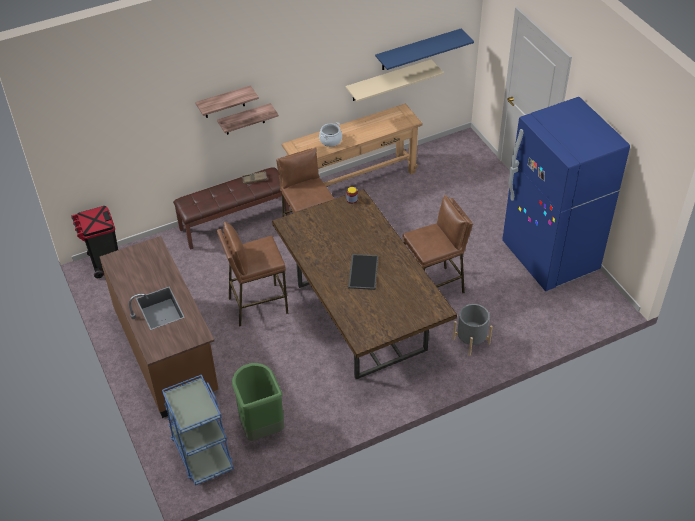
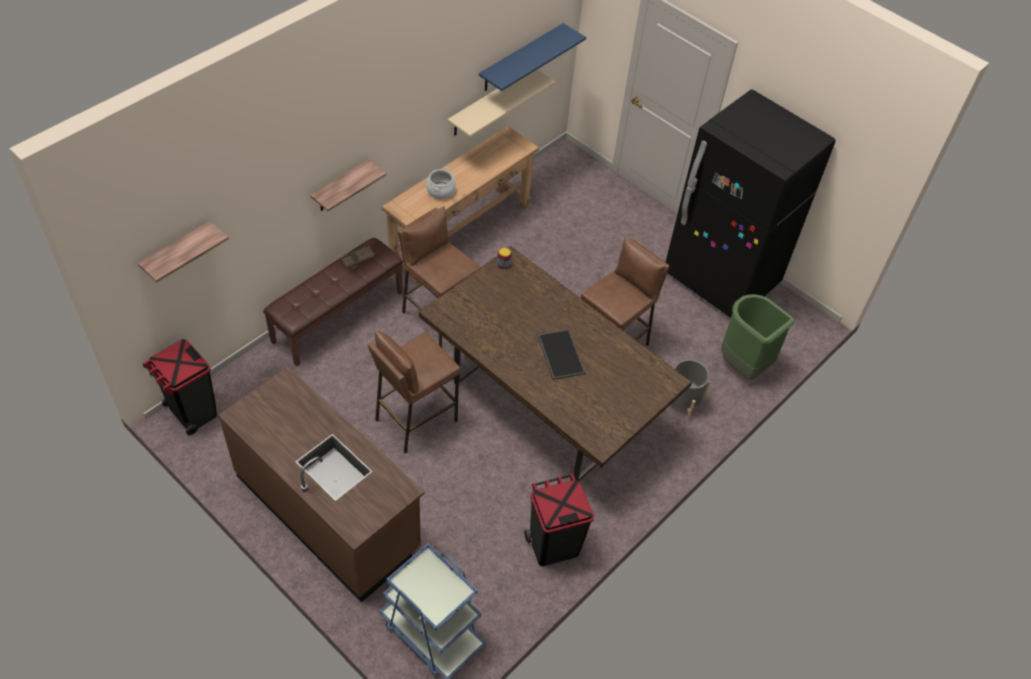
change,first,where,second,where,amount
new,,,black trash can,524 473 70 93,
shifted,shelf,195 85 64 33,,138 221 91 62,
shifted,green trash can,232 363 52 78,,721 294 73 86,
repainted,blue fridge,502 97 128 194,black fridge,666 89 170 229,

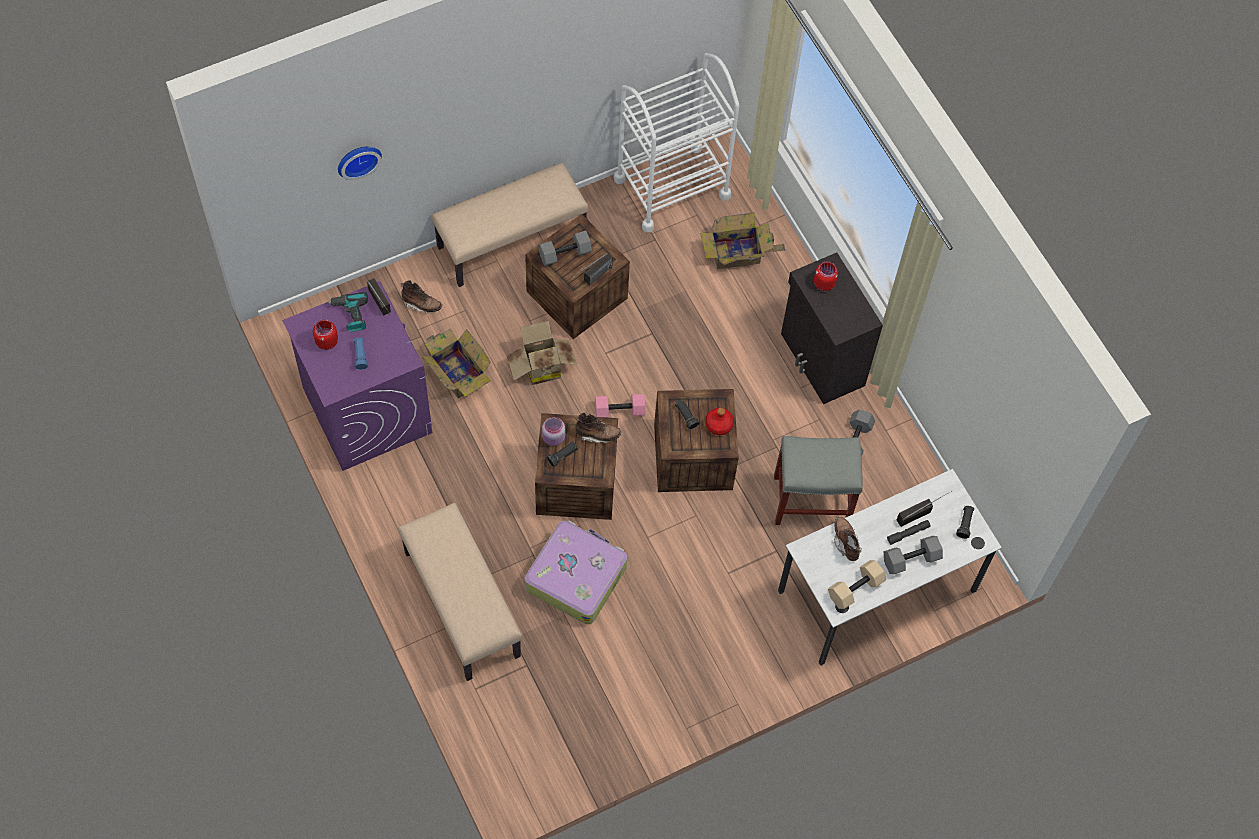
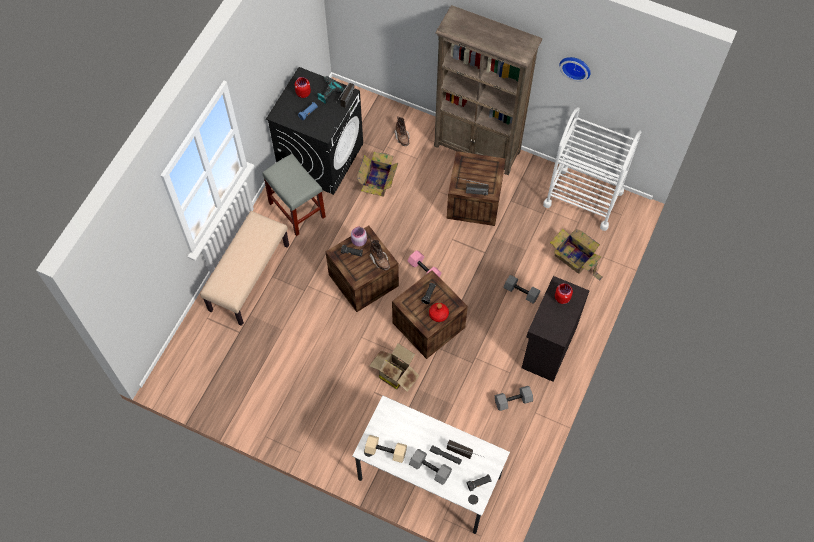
change,first,where,second,where,amount
gone,suitcase,525 520 102 104,,,
gone,brown boot,834 517 28 44,,,
shifted,wall clock,338 147 44 33,,559 57 31 25,
shifted,cardboard box,507 321 70 64,,369 343 50 49,
shifted,grey dumbbell,538 230 54 36,,503 275 37 29,
shifted,grey stool,774 436 88 89,,262 154 64 82,
swapped,beige bench,432 163 157 124,brown bookcase,434 5 108 170,
repainted,purple washing machine,282 281 150 190,black washing machine,266 67 97 128,

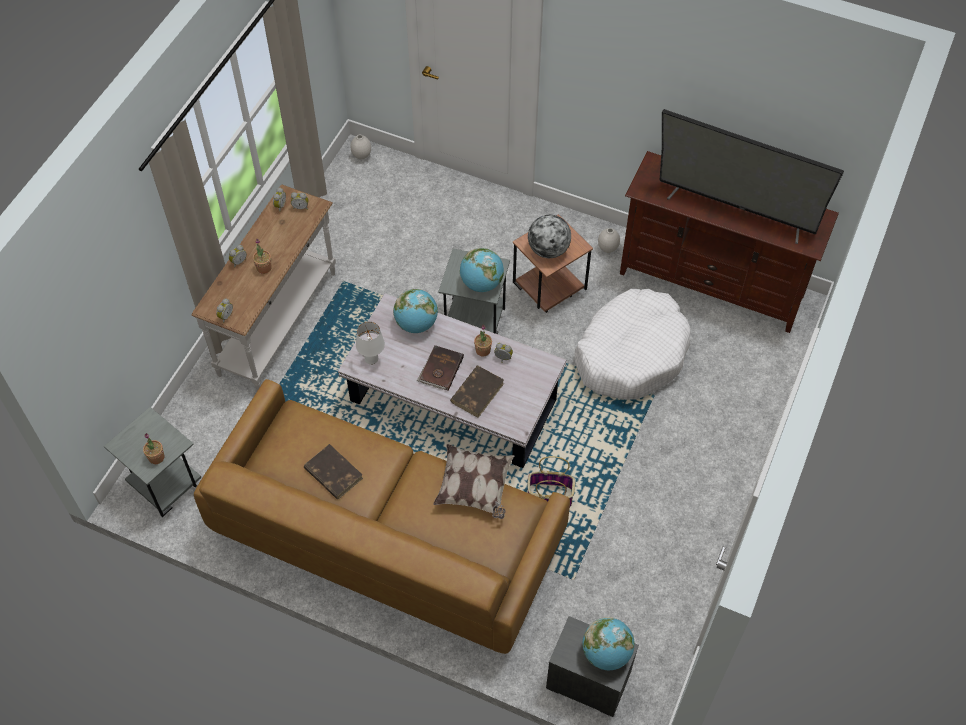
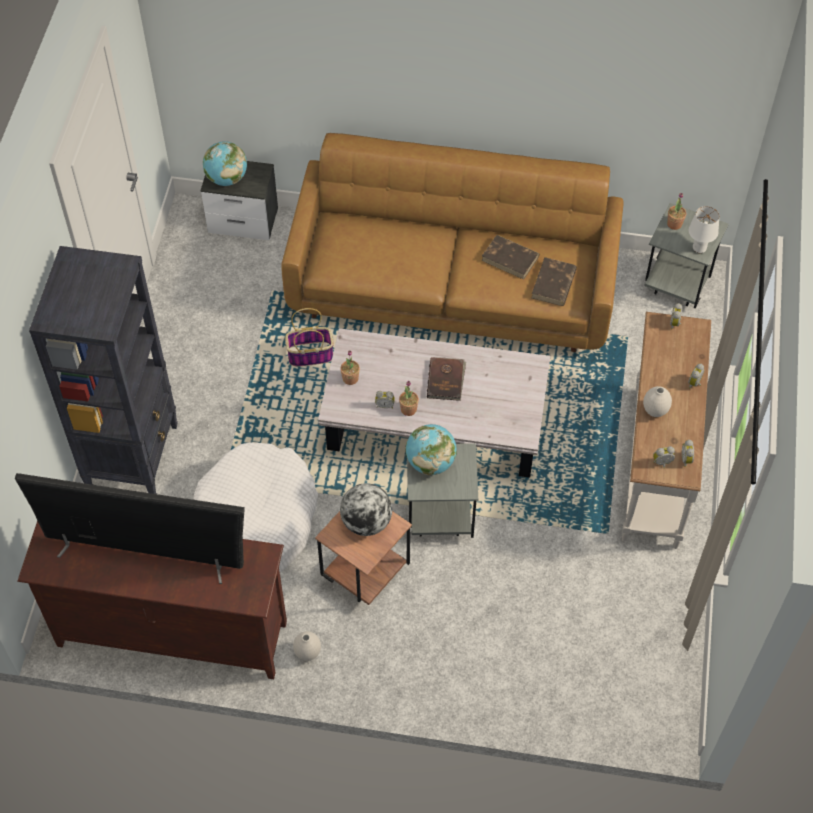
change,first,where,second,where,amount
gone,globe,393 289 45 44,,,
gone,pillow,433 444 82 75,,,
new,,,black bookcase,29 246 149 248,
shifted,potted plant,253 238 19 36,,340 350 20 35,
shifted,white vase,350 134 21 25,,643 386 29 31,
shifted,white table lamp,356 321 29 44,,689 206 30 47,
shifted,brown book,450 366 54 52,,531 257 46 49,

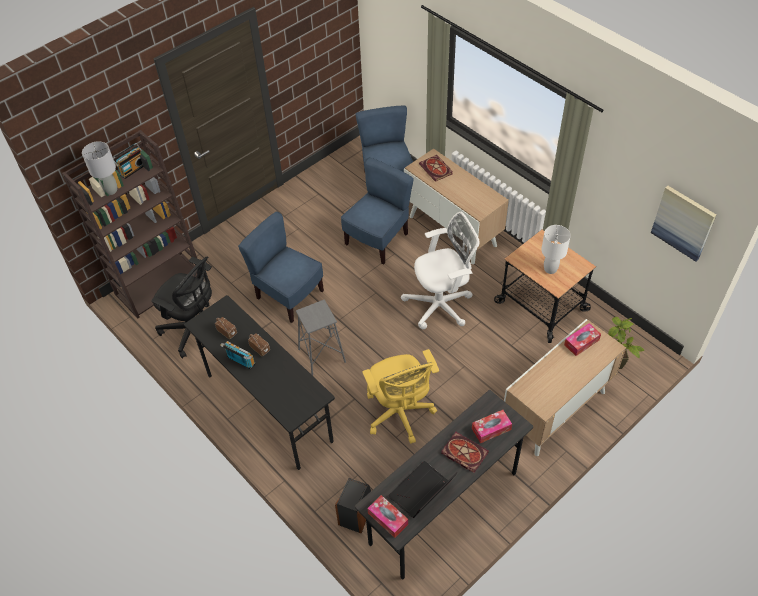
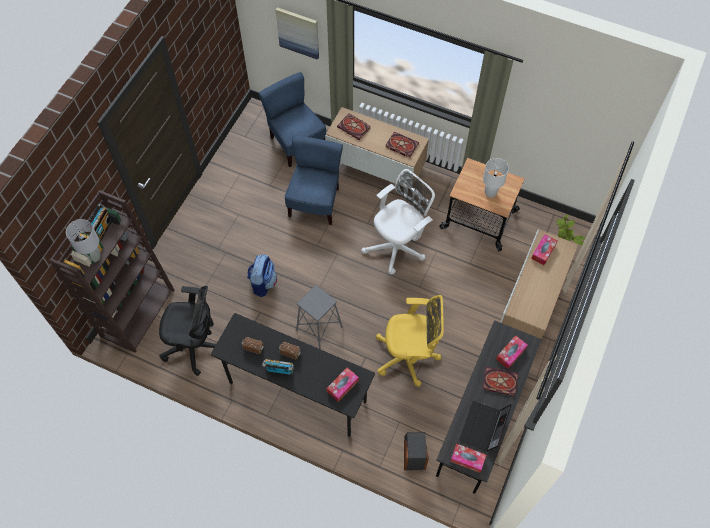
change,first,where,second,where,amount
new,,,tissue box,327 368 32 34,
new,,,book,385 132 34 26,
shifted,picture,651 186 65 76,,276 7 43 53,
swapped,blue chair,238 212 86 111,backpack,247 254 30 43,
rotated,yellow office chair,362 349 77 95,,376 295 68 92,45 degrees counterclockwise

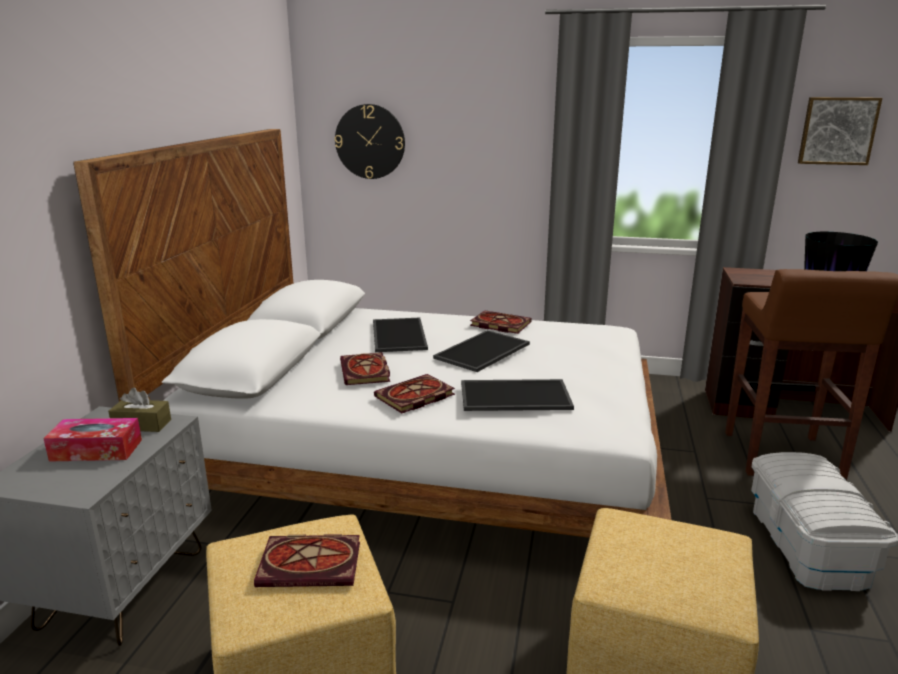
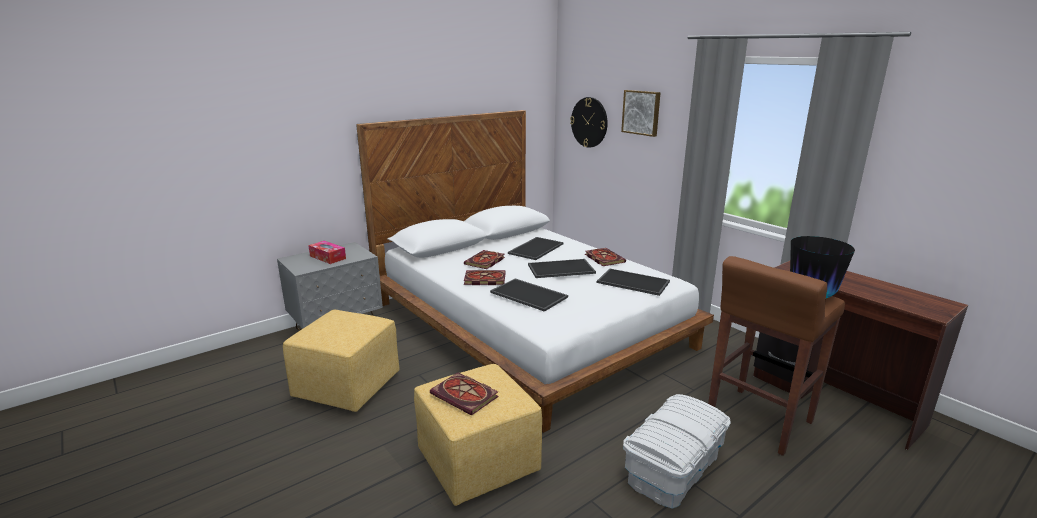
change,first,where,second,where,amount
gone,brown tissue box,108 388 63 44,,,
new,,,tray,597 268 73 28,
shifted,book,254 534 106 53,,430 372 69 44,
shifted,picture,798 97 84 68,,621 90 40 47,

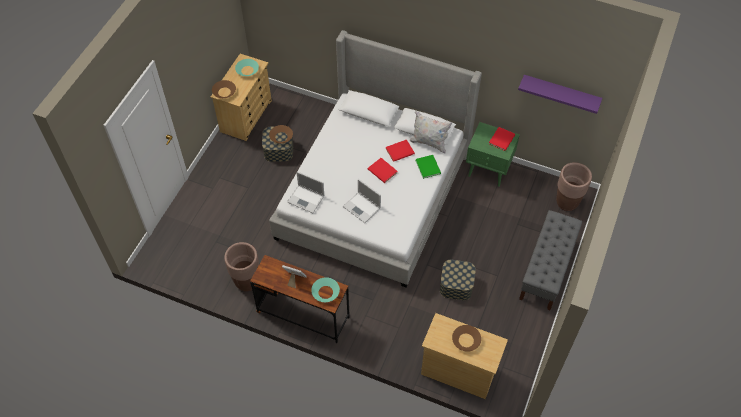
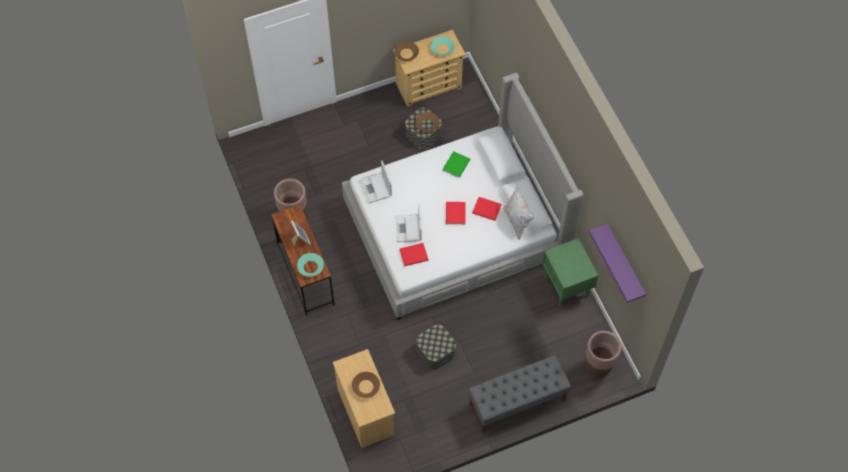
change,first,where,second,where,amount
shifted,green book,415 155 26 24,,443 151 27 27,
shifted,red book,489 127 26 24,,399 243 30 23,

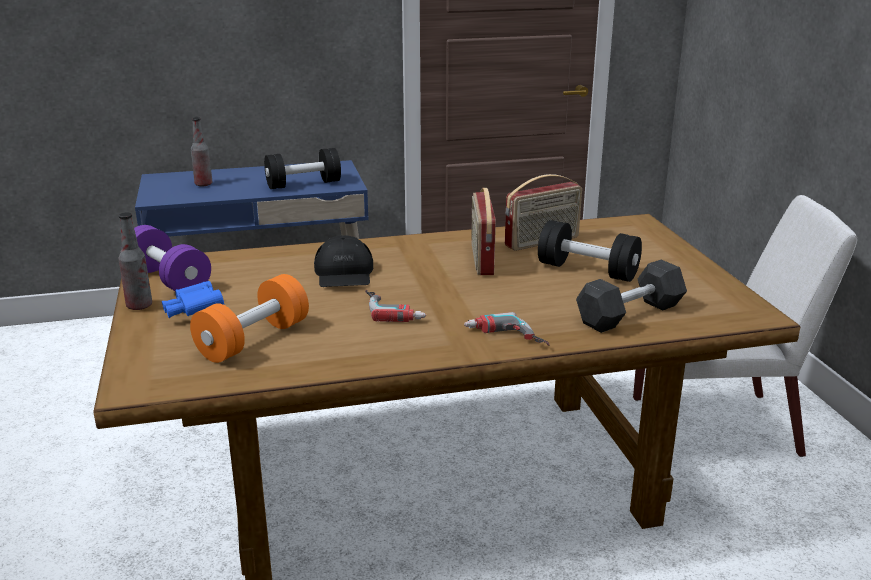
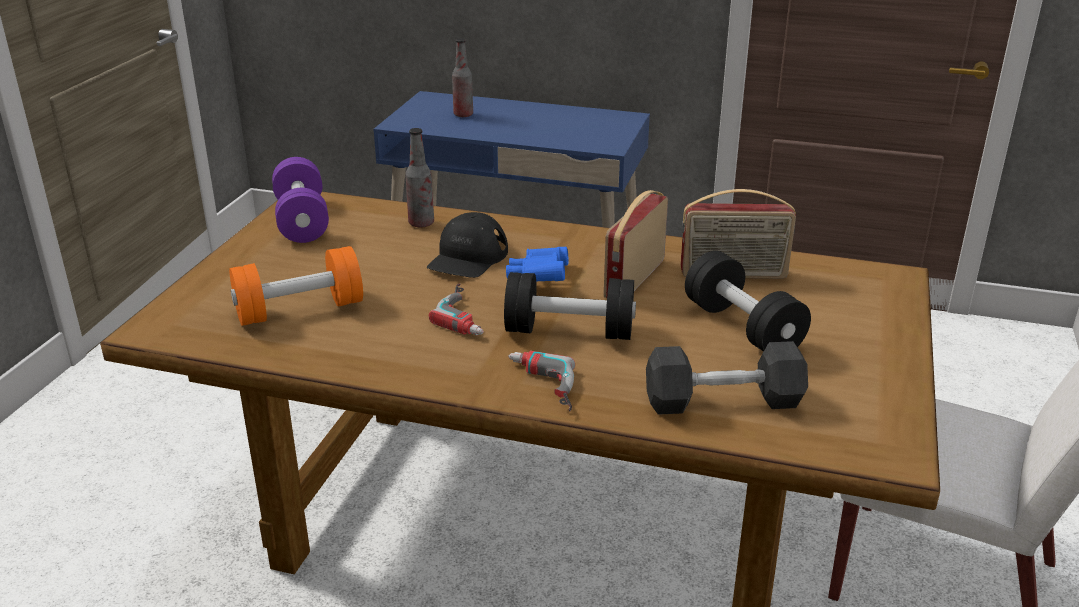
change,first,where,second,where,amount
shifted,bottle,118 213 34 97,,405 128 29 100,
shifted,blue binoculars,162 281 62 37,,506 247 62 34,
shifted,black dumbbell,264 148 77 41,,504 272 132 68,

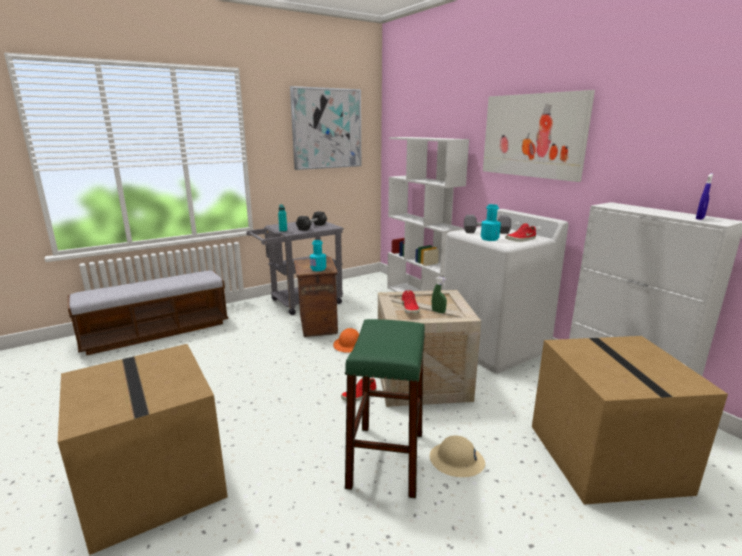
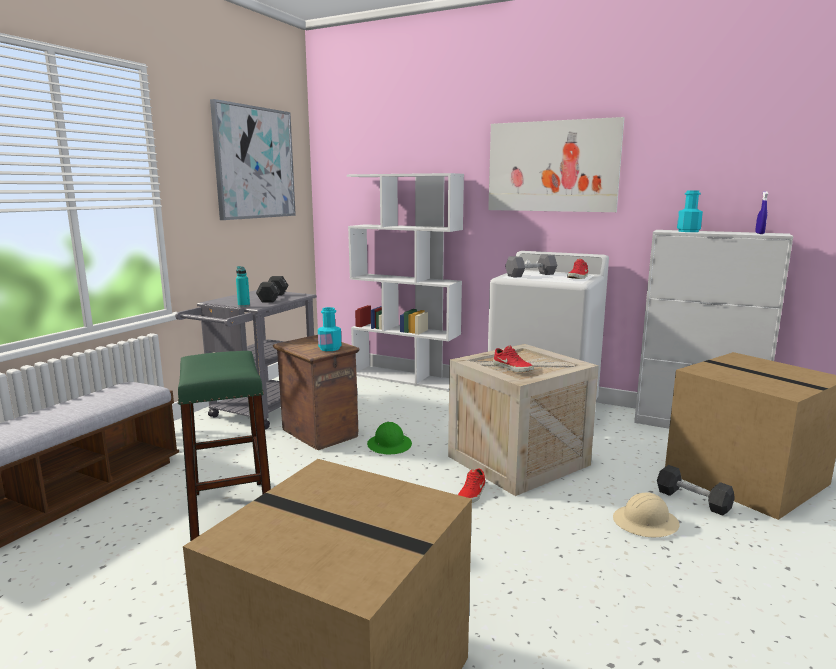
change,first,where,second,where,amount
gone,green spray bottle,432 277 15 36,,,
new,,,black dumbbell,657 465 78 51,
shifted,green stool,345 319 80 179,,178 351 93 190,
shifted,turquoise bottle,481 204 20 37,,677 190 26 42,
repainted,orange hard hat,333 328 26 25,green hard hat,367 422 45 32,

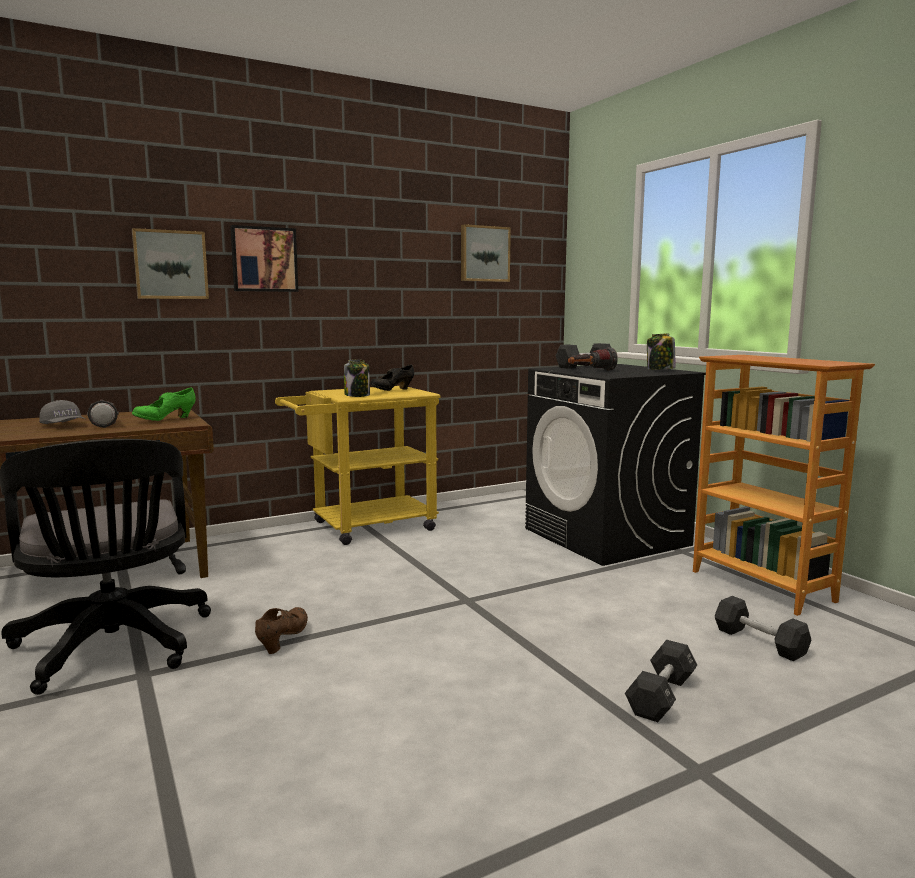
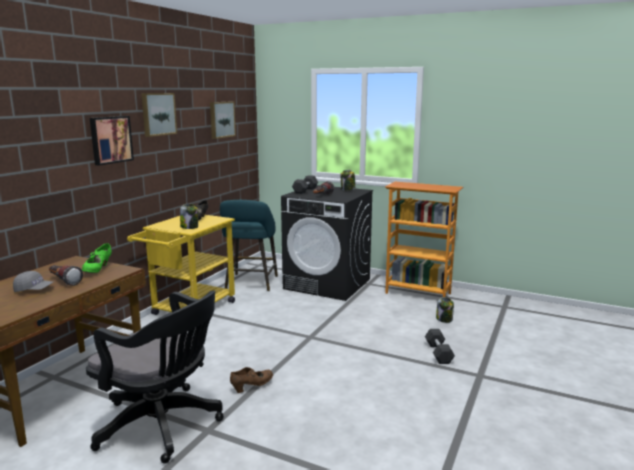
change,first,where,second,where,amount
new,,,turquoise stool,220 200 58 91,
shifted,picture,132 228 77 71,,141 93 36 44,
swapped,black dumbbell,715 596 97 65,jar,436 297 18 26,
rotated,brown shoe,255 607 53 47,,230 367 43 26,75 degrees clockwise

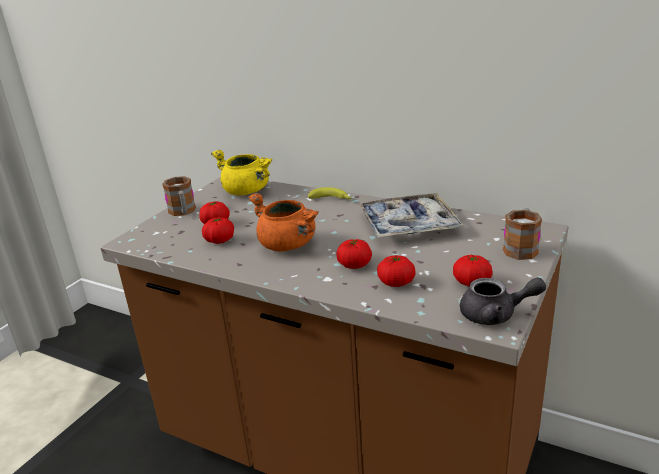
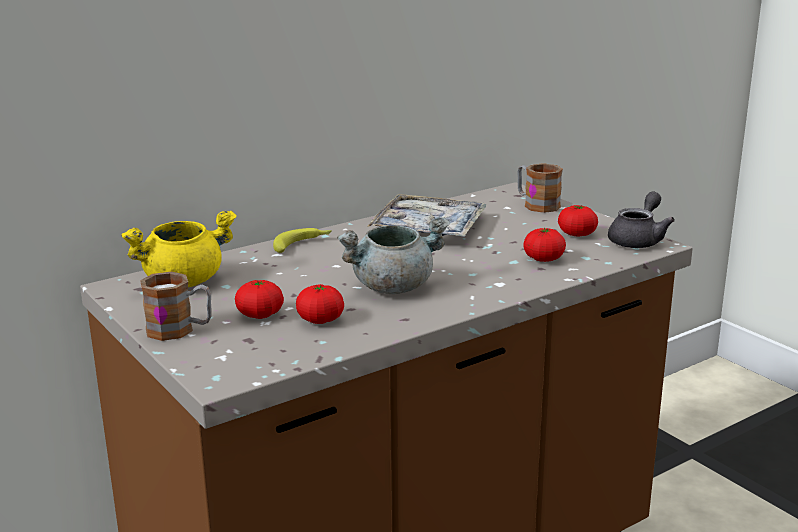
change,first,where,second,where,amount
gone,tomato,336 239 36 30,,,
repainted,orange cooking pot,247 193 72 58,grey cooking pot,337 217 113 77,

